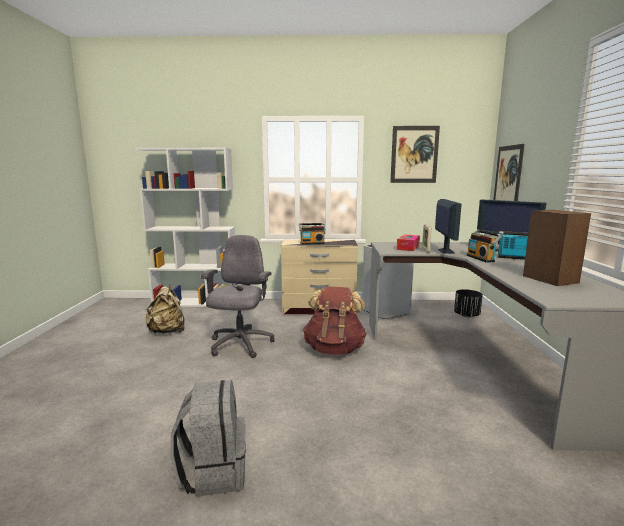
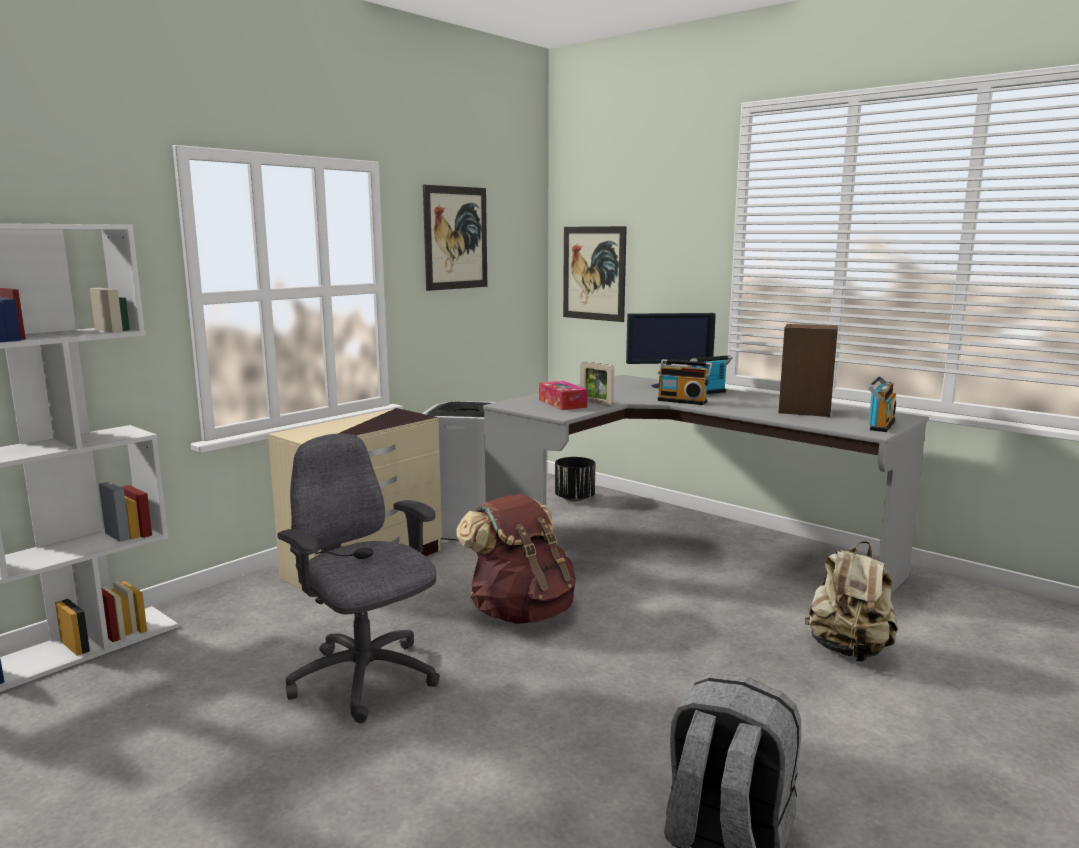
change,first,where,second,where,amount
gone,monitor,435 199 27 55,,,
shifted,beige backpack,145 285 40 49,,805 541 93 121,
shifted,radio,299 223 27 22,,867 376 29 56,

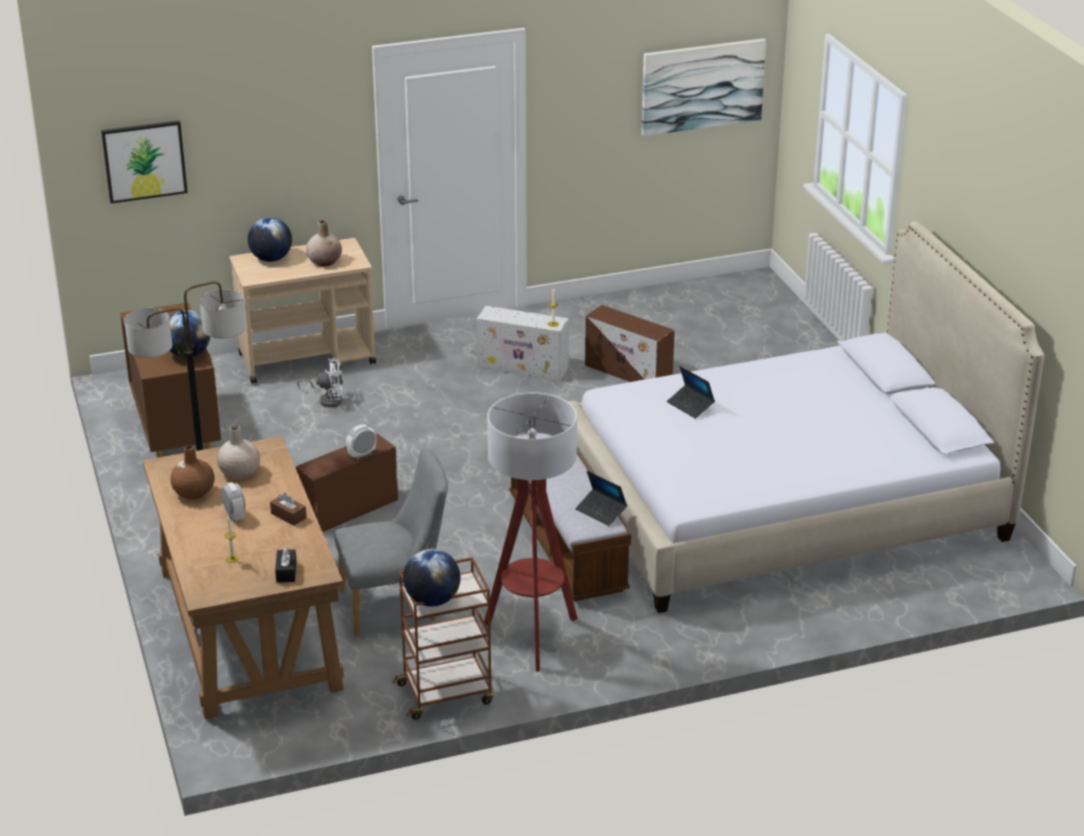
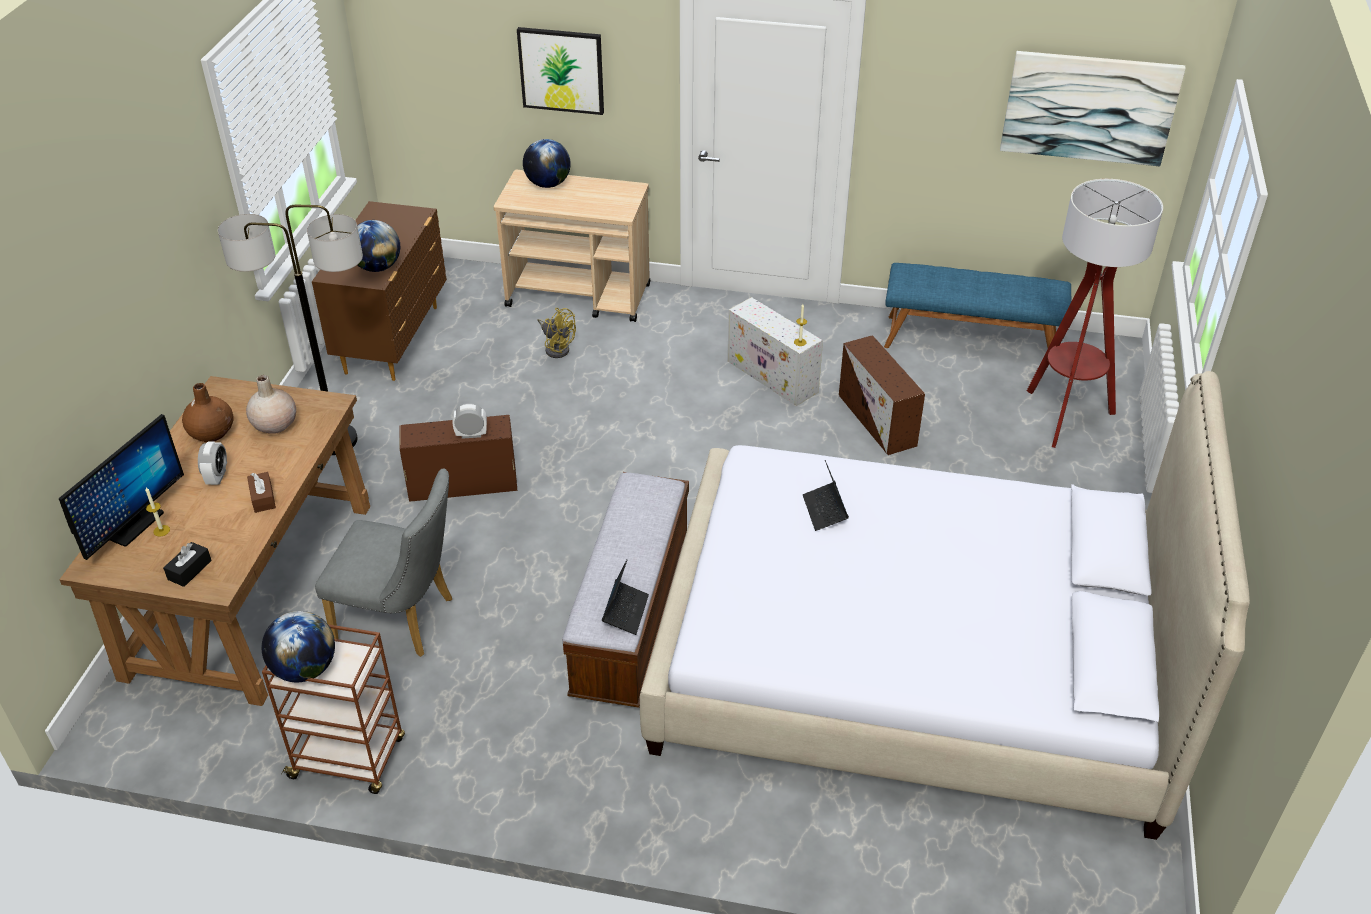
change,first,where,second,where,amount
gone,beige vase,306 220 36 46,,,
new,,,monitor,59 414 125 146,
new,,,blue bench,884 263 187 85,
shifted,picture,101 120 87 84,,517 27 87 88,
shifted,floor lamp,484 392 93 280,,1027 179 136 269,
repainted,white fan,297 358 47 49,yellow fan,538 308 38 50,
rotated,laptop,575 471 52 55,,602 559 47 76,150 degrees counterclockwise

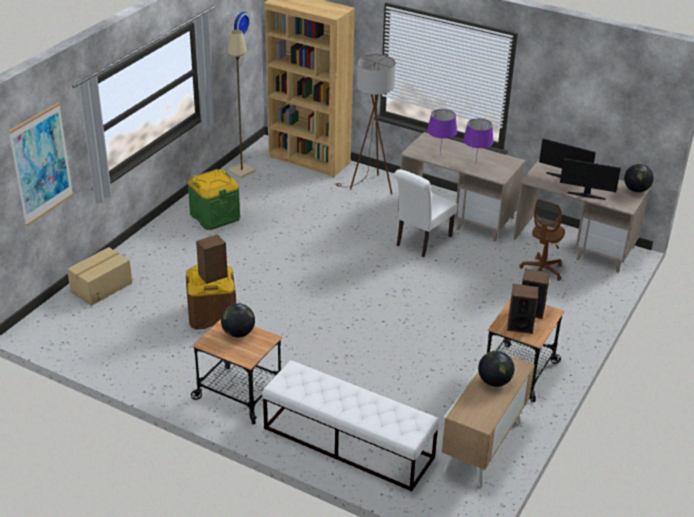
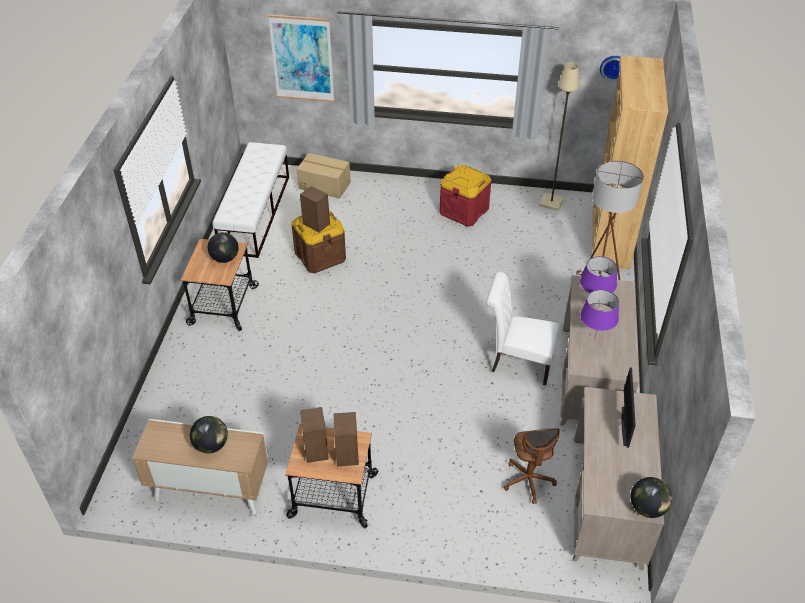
change,first,where,second,where,amount
gone,monitor,560 158 61 42,,,
shifted,white bench,262 360 177 132,,212 142 77 116,
repainted,green storage box,188 169 52 61,red storage box,440 165 52 62,
rotated,brown office chair,519 199 46 82,,504 428 56 76,105 degrees counterclockwise

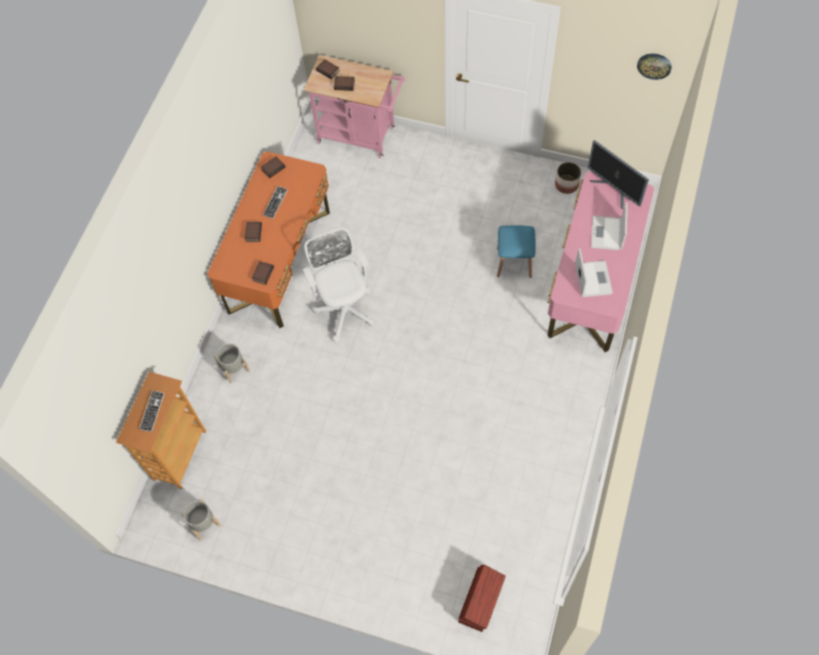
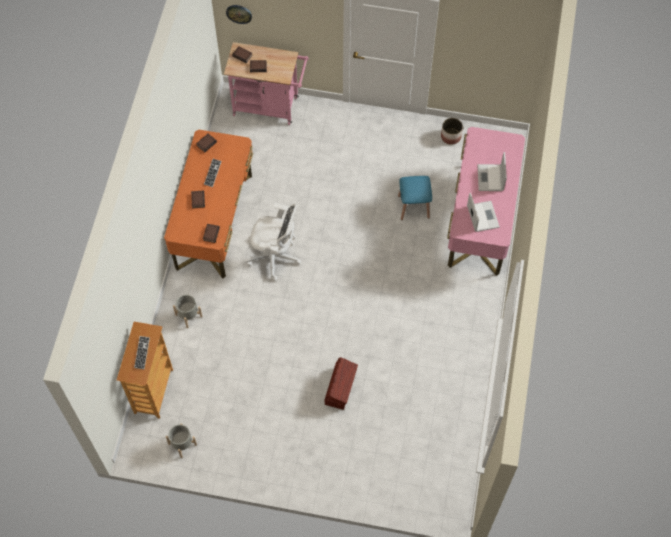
change,first,where,second,where,amount
gone,monitor,587 140 62 69,,,
shifted,brown storage box,458 565 48 67,,325 357 33 53,
shifted,wall clock,637 54 35 26,,226 5 26 19,
rotated,white office chair,303 228 70 115,,245 203 56 78,135 degrees clockwise

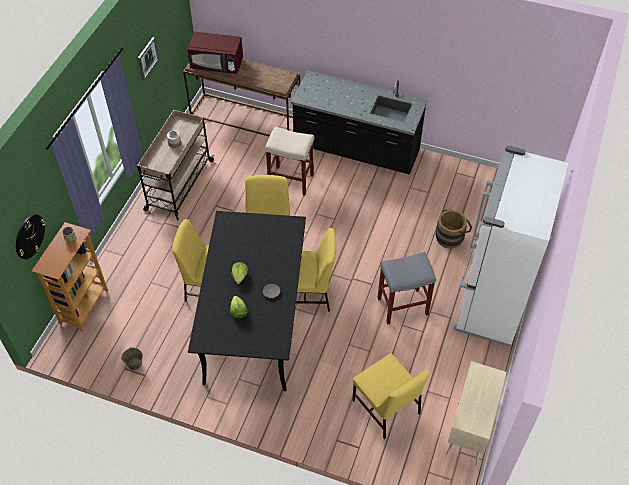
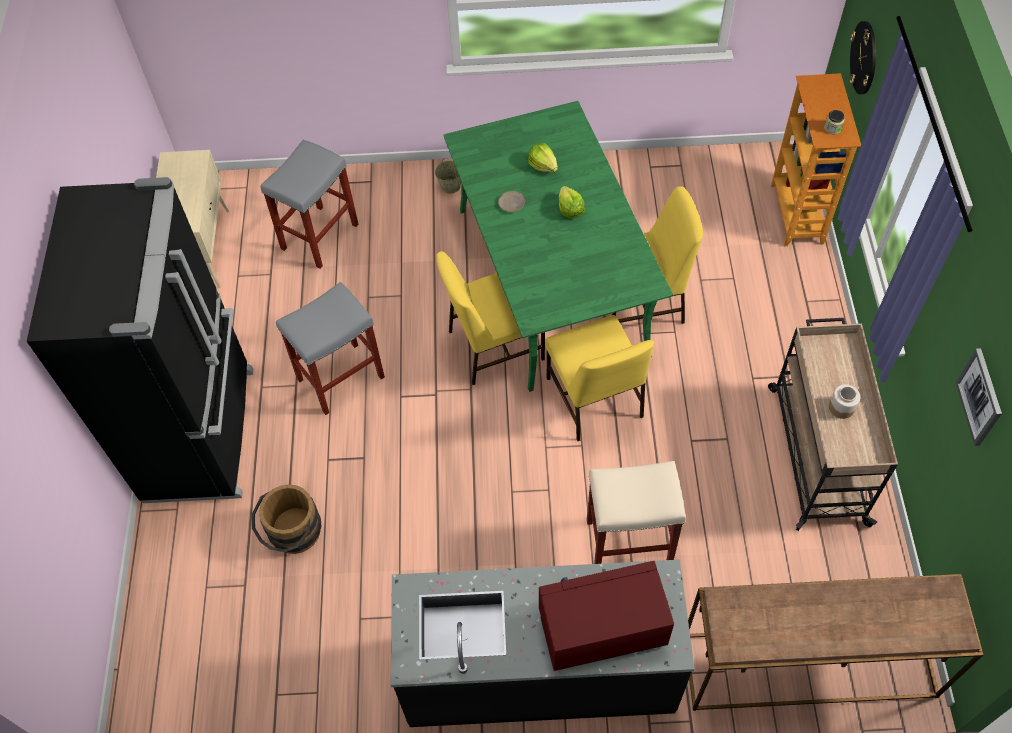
change,first,where,second,where,amount
shifted,beige bucket,121 347 22 23,,435 158 26 35,
shifted,red microwave,187 32 56 42,,539 561 135 110,
swapped,yellow chair,352 353 78 86,grey stool,260 139 98 130,
repainted,black dining table,188 211 118 180,green dining table,443 101 230 291,
repainted,white fridge,453 145 115 202,black fridge,26 177 227 326,

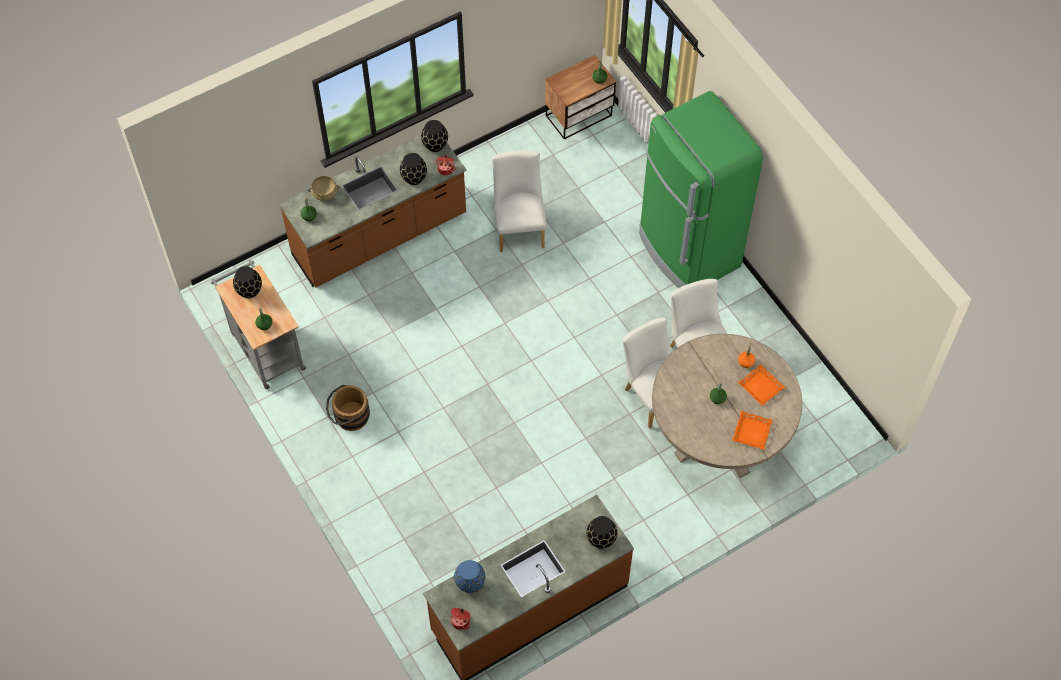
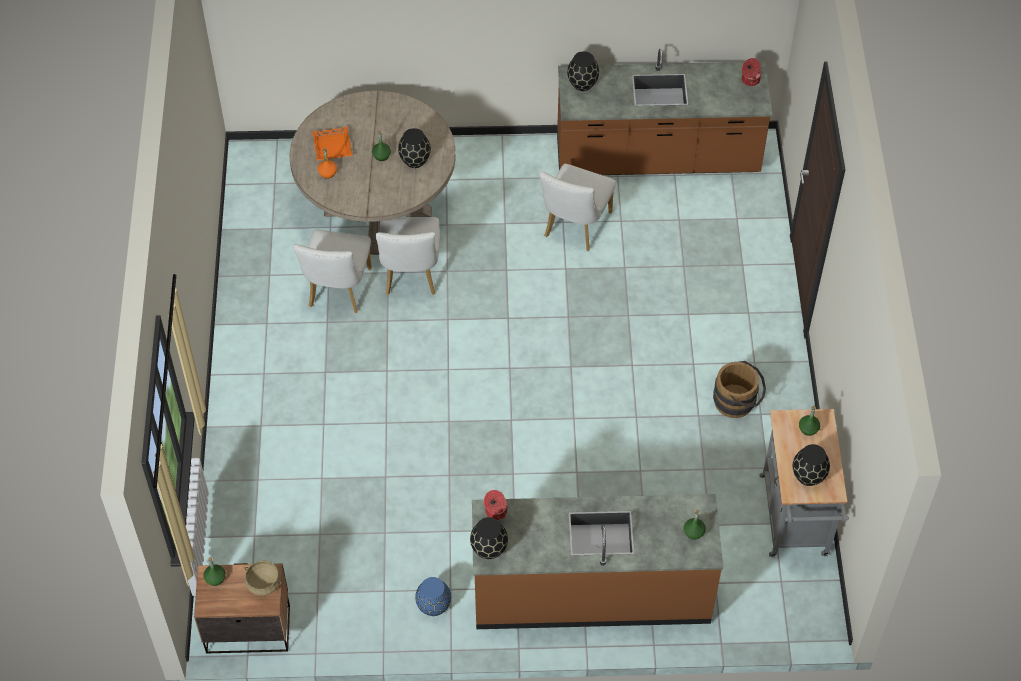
change,first,where,second,where,amount
gone,green fridge,639 91 124 197,,,
gone,orange tray,732 411 41 39,,,
shifted,beige cooking pot,308 176 31 25,,245 560 37 36,
shifted,black vase,400 153 27 32,,398 128 33 40,
shifted,blue vase,454 560 32 33,,415 577 36 39,
shifted,white chair,492 150 54 102,,539 164 77 87,

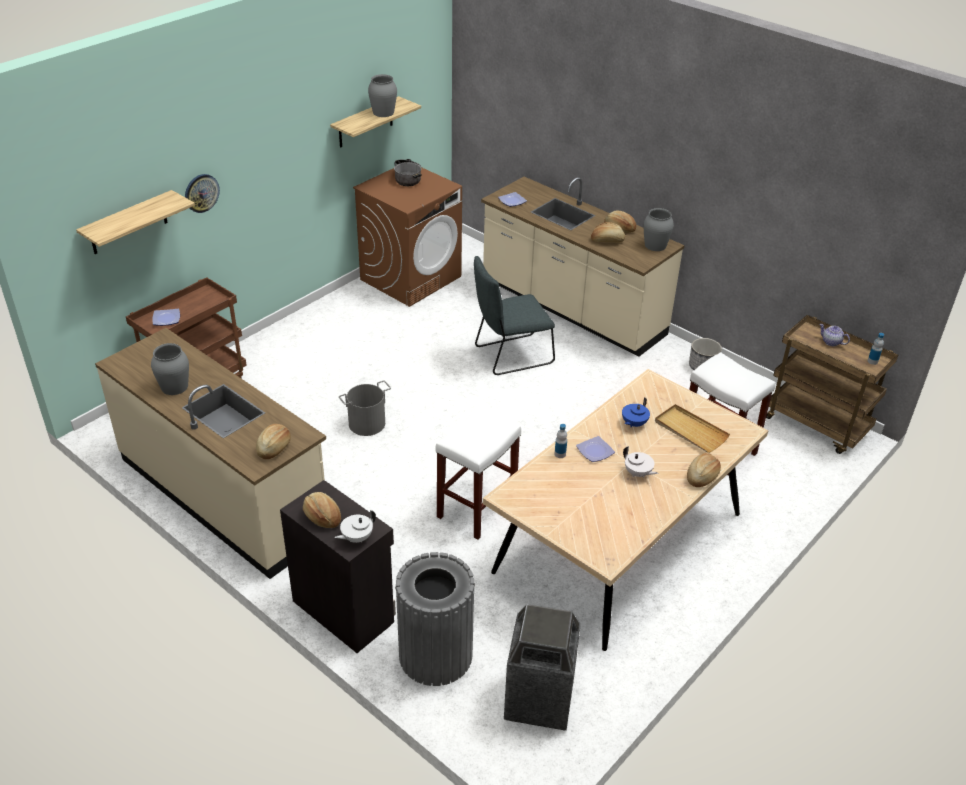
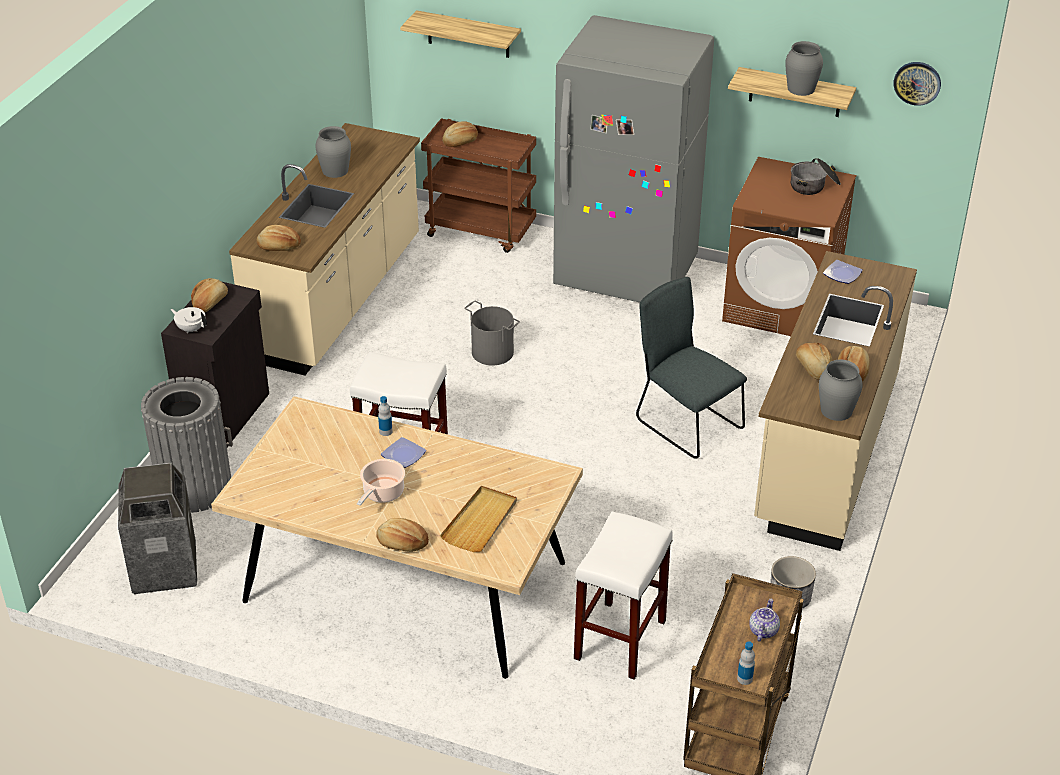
change,first,where,second,where,amount
gone,blue teapot,622 397 28 31,,,
new,,,grey fridge,553 15 161 287,
shifted,wall clock,185 174 35 39,,893 62 48 44,
swapped,plate,152 309 28 17,bread,442 121 36 26,
swapped,white teapot,623 446 35 31,cooking pot,357 459 48 47,

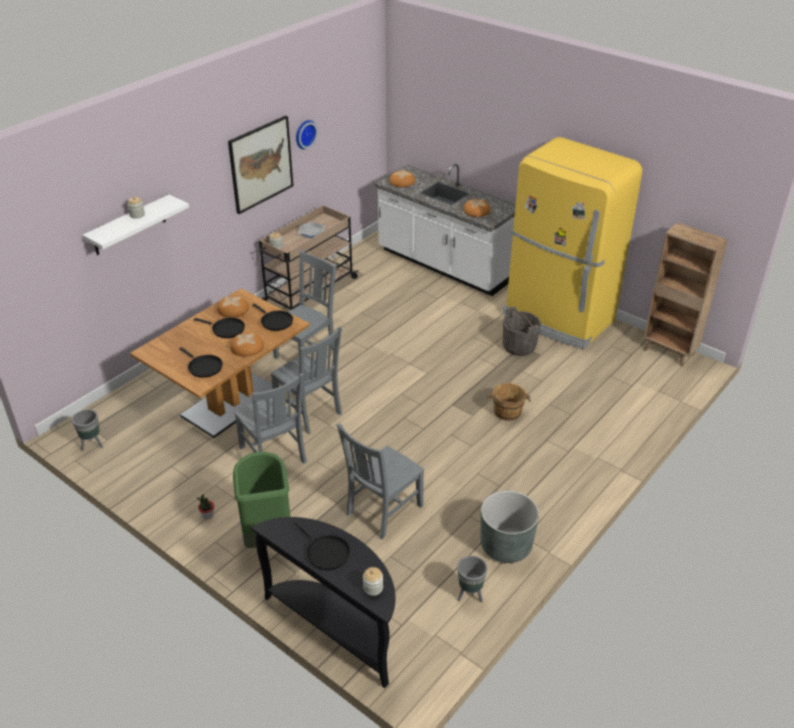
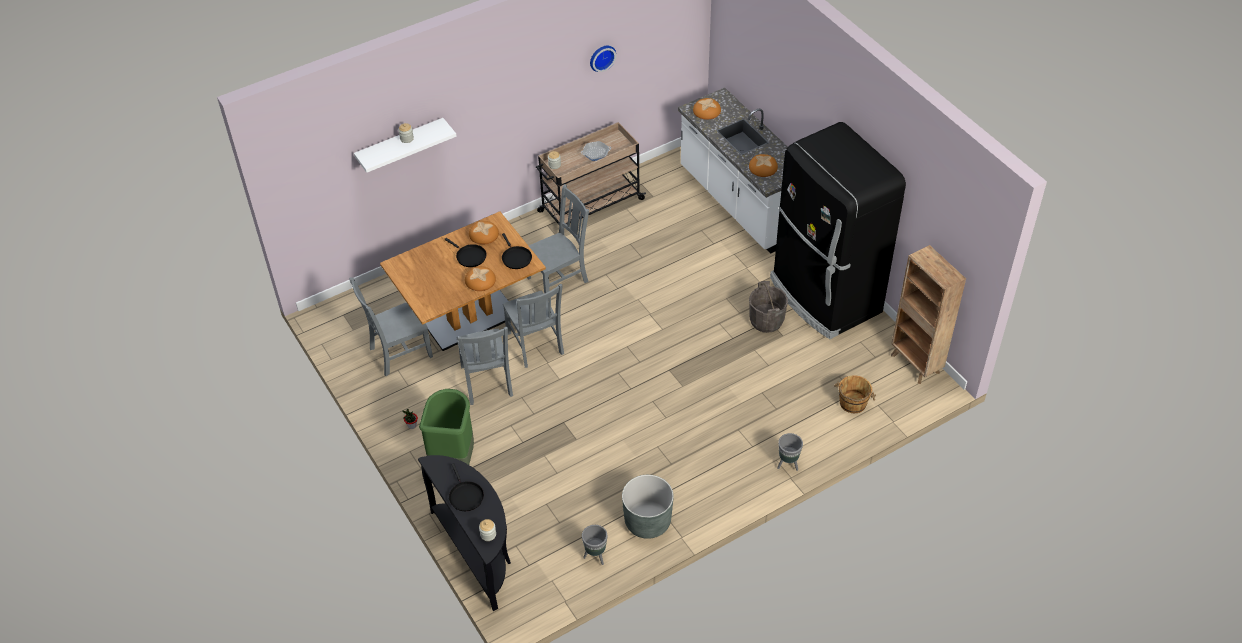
change,first,where,second,where,amount
gone,black frying pan,180 347 43 31,,,
gone,picture,228 115 65 99,,,
shifted,grey planter,72 409 31 42,,777 433 26 38,
shifted,grey chair,336 423 88 117,,349 277 84 99,
shifted,brown bucket,487 383 44 38,,834 375 42 38,
repainted,yellow fridge,503 137 139 212,black fridge,770 122 136 217,

